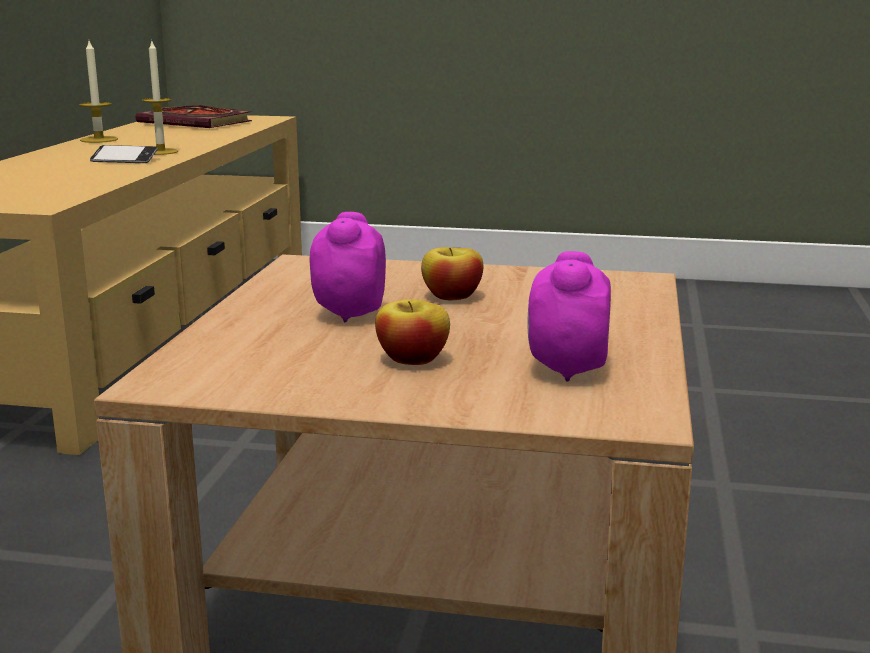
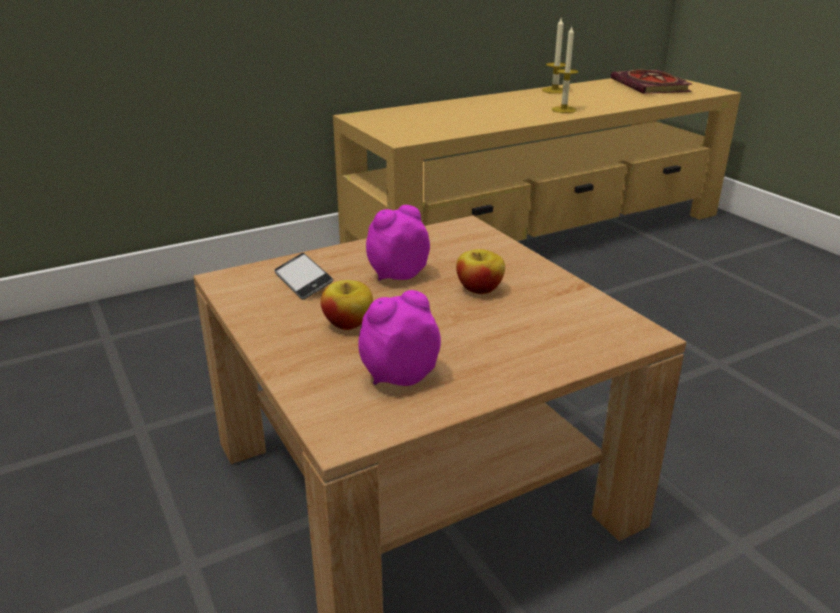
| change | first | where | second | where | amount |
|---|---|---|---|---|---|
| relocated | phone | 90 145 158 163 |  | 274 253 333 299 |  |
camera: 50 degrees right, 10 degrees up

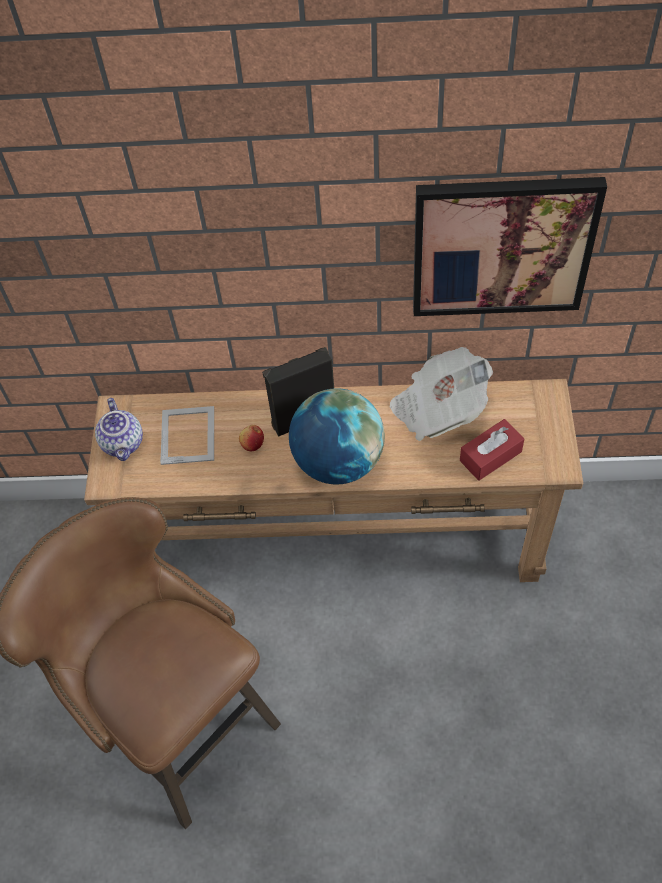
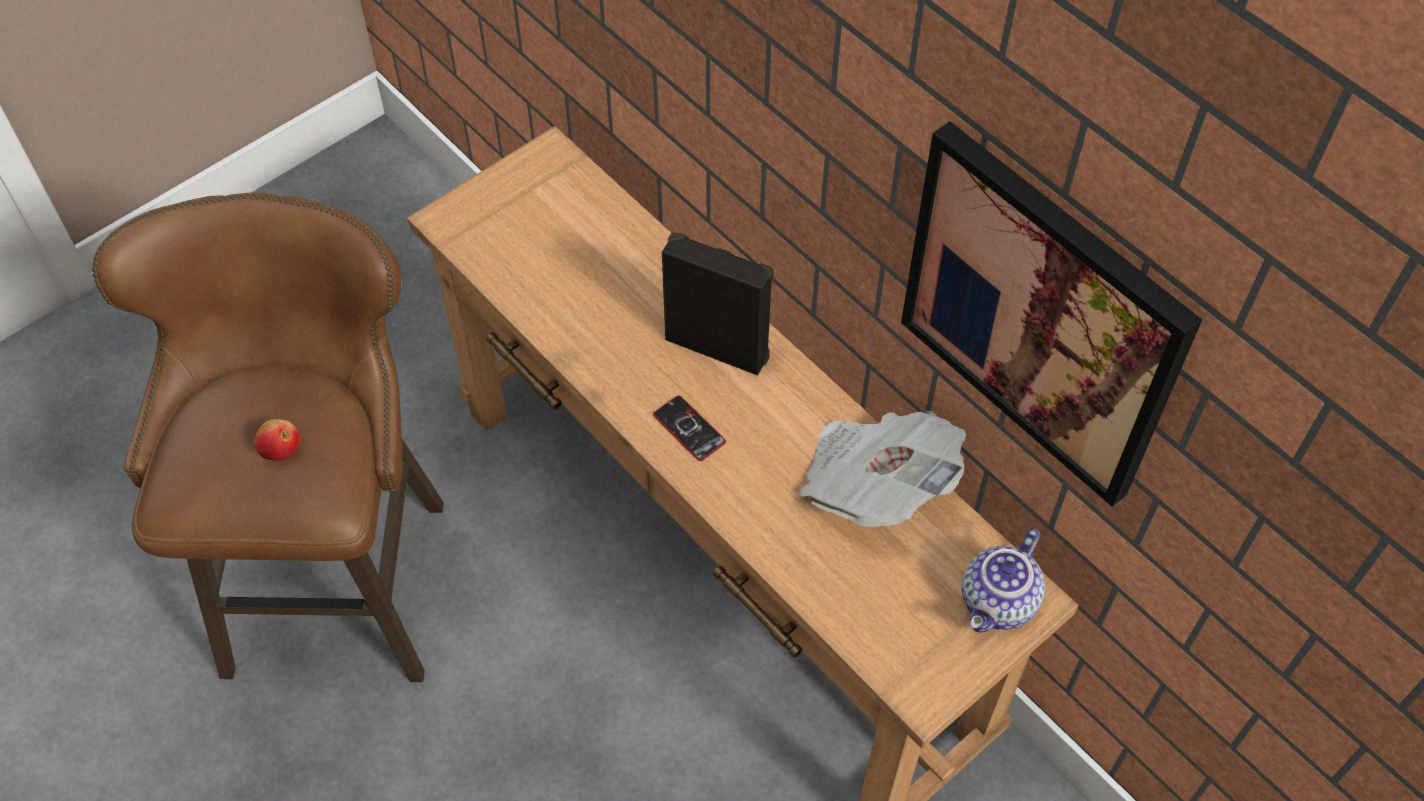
| change | first | where | second | where | amount |
|---|---|---|---|---|---|
| exchanged | world globe | 289 388 385 484 | phone | 653 396 726 461 |  |
| relocated | pot for tea | 95 398 143 461 |  | 962 529 1045 633 |  |
| missing | photo frame | 160 406 214 465 |  |  |  |
| missing | tissue holder (red) | 460 419 525 481 |  |  |  |
| relocated | apple fruit | 239 425 264 451 |  | 254 419 300 460 |  |
camera: 45 degrees right, 0 degrees up

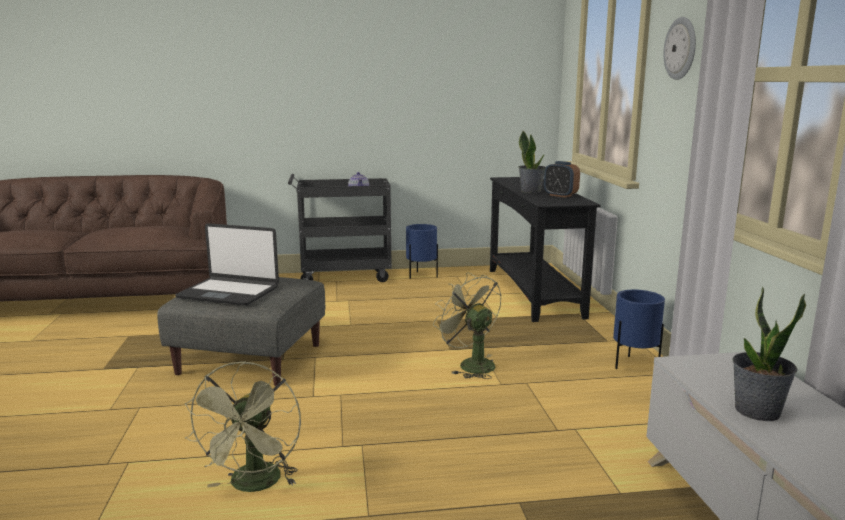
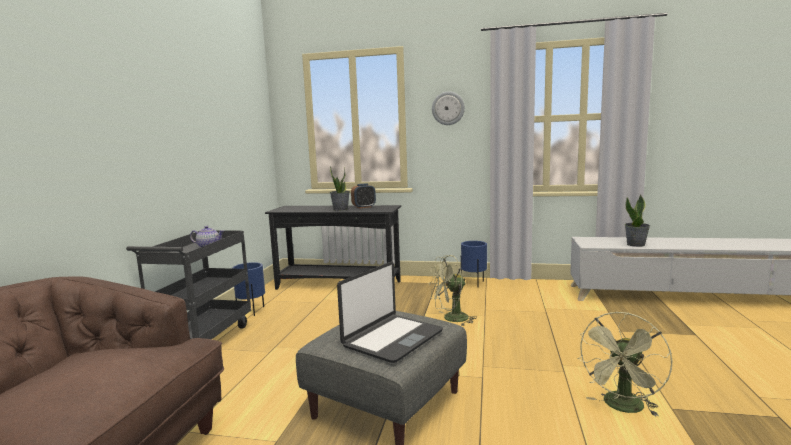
| change | first | where | second | where | amount |
|---|---|---|---|---|---|
| spun | electric fan (greenish) | 185 361 301 492 |  | 577 312 672 416 | 105 degrees clockwise |
camera: 70 degrees left, 5 degrees down

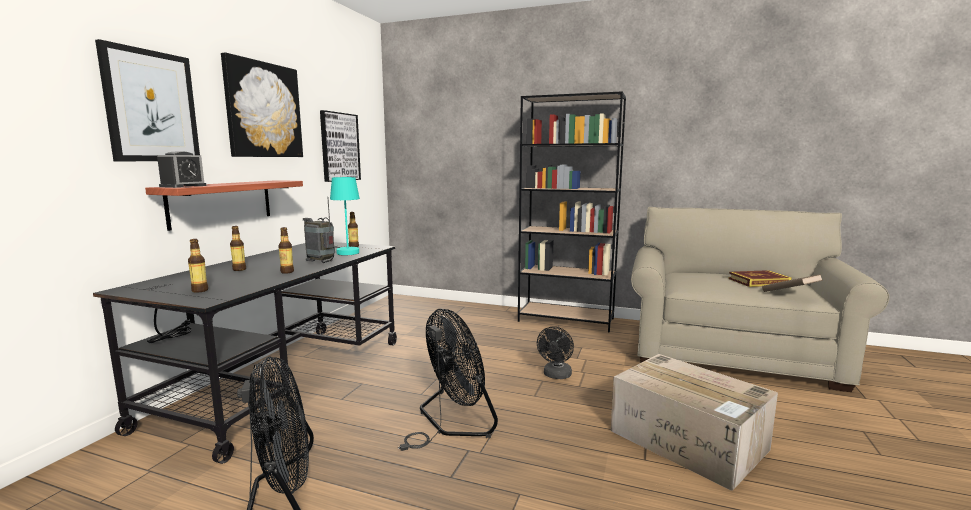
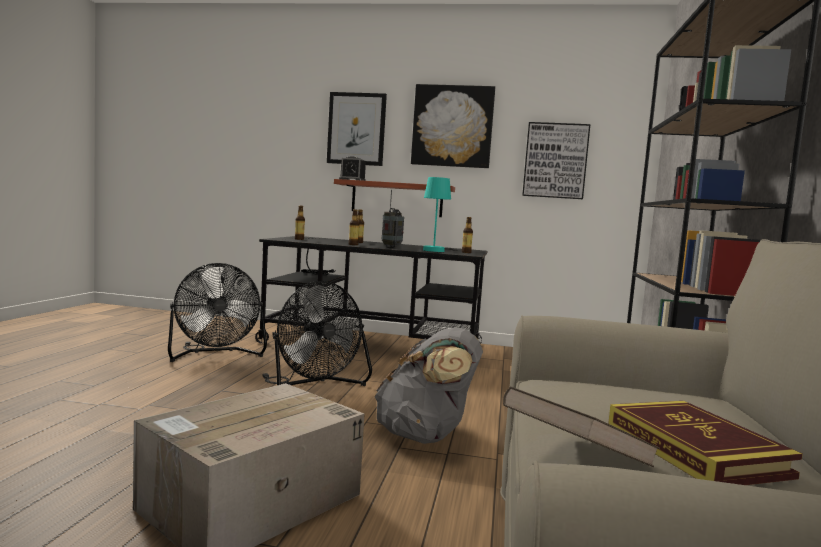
| change | first | where | second | where | amount |
|---|---|---|---|---|---|
| exchanged | electric fan (black-coloured) | 537 326 574 379 | rucksack (grey) | 374 328 483 444 |  |
camera: 80 degrees right, 5 degrees down

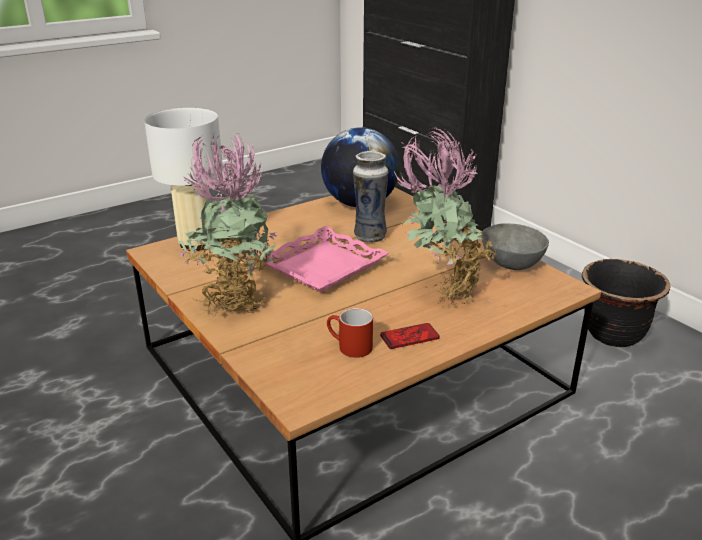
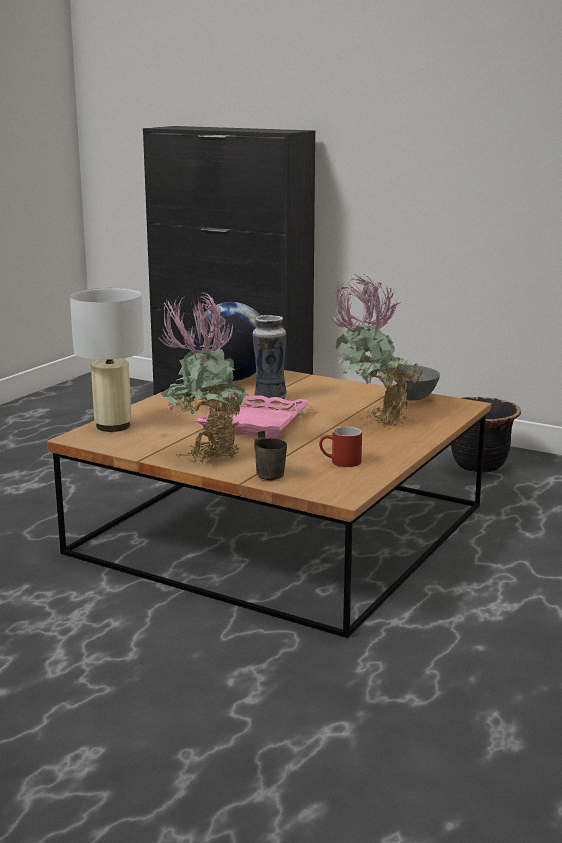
| change | first | where | second | where | amount |
|---|---|---|---|---|---|
| missing | phone | 380 323 440 349 |  |  |  |
| appeared |  |  | tea mug (grey) | 254 431 287 480 |  |
camera: 25 degrees left, 10 degrees down

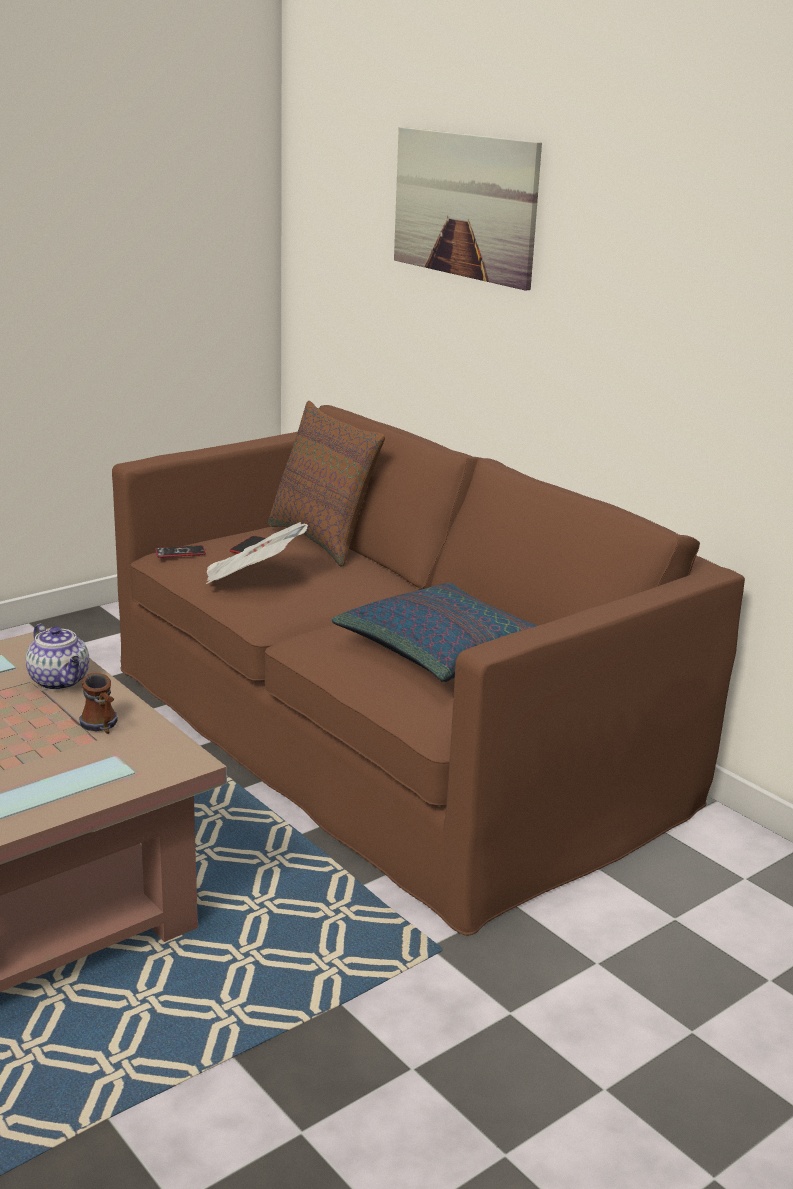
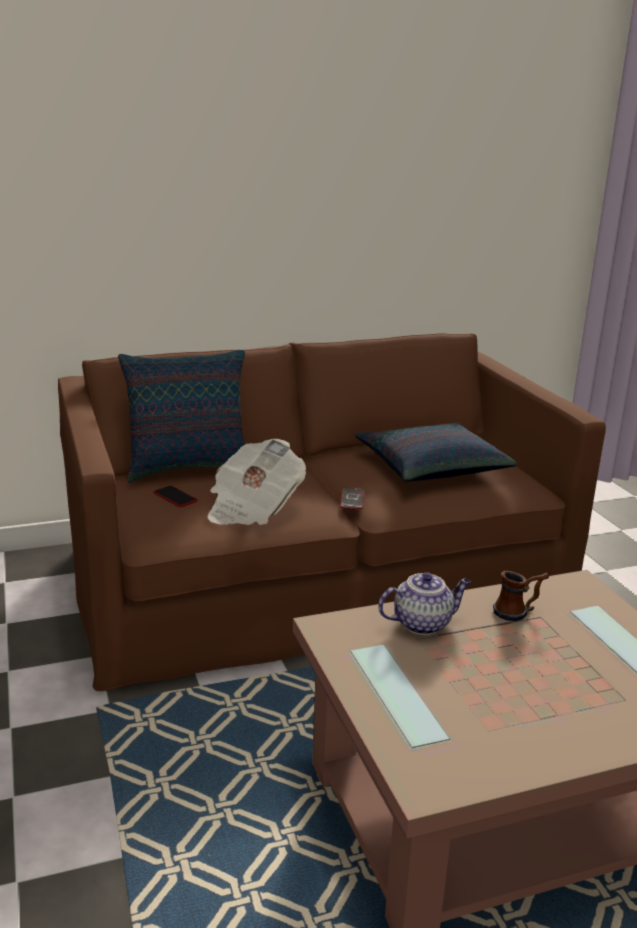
| change | first | where | second | where | amount |
|---|---|---|---|---|---|
| missing | wall picture | 394 127 542 291 |  |  |  |
| colour | pillow (brownish) | 268 401 385 566 | pillow (blue-coloured) | 118 350 245 483 |  |
| relocated | phone | 155 545 206 557 |  | 340 488 364 509 |  |
camera: 70 degrees left, 0 degrees up

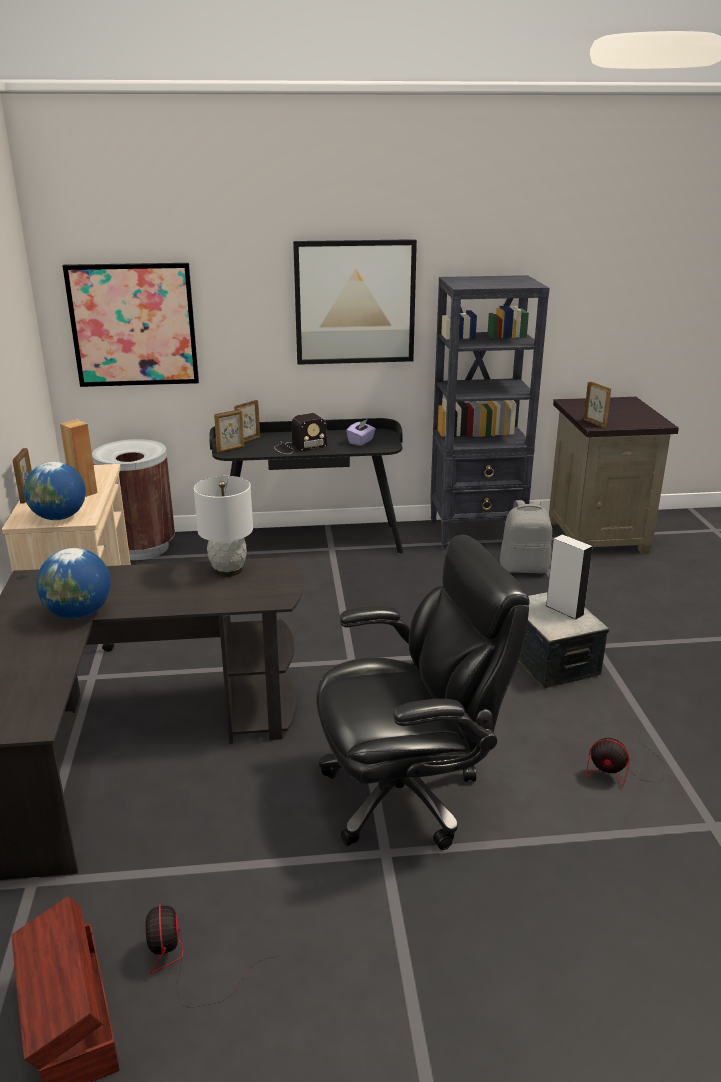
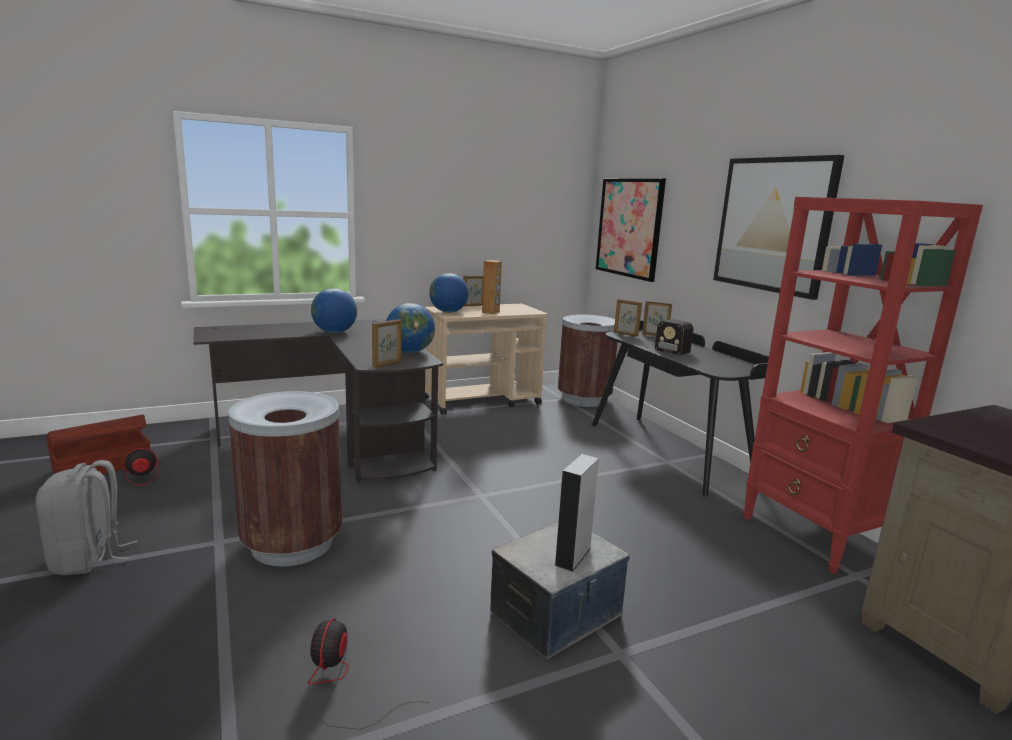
| change | first | where | second | where | amount |
|---|---|---|---|---|---|
| colour | bookcase (black-coloured) | 430 275 550 549 | bookcase (red) | 743 197 983 574 |  |
| relocated | photo frame | 584 381 611 428 |  | 372 319 401 368 |  |
| missing | tissue holder (purplish) | 346 419 376 446 |  |  |  |
| exchanged | lamp for a table (white-coloured) | 194 476 253 577 | world globe | 386 303 435 353 |  |
| relocated | rucksack (grey) | 500 500 552 573 |  | 36 460 137 575 |  |
| exchanged | desk chair (black-coloured) | 316 535 529 850 | rubbish bin (brownish) | 228 391 342 566 |  |
camera: 70 degrees right, 10 degrees down

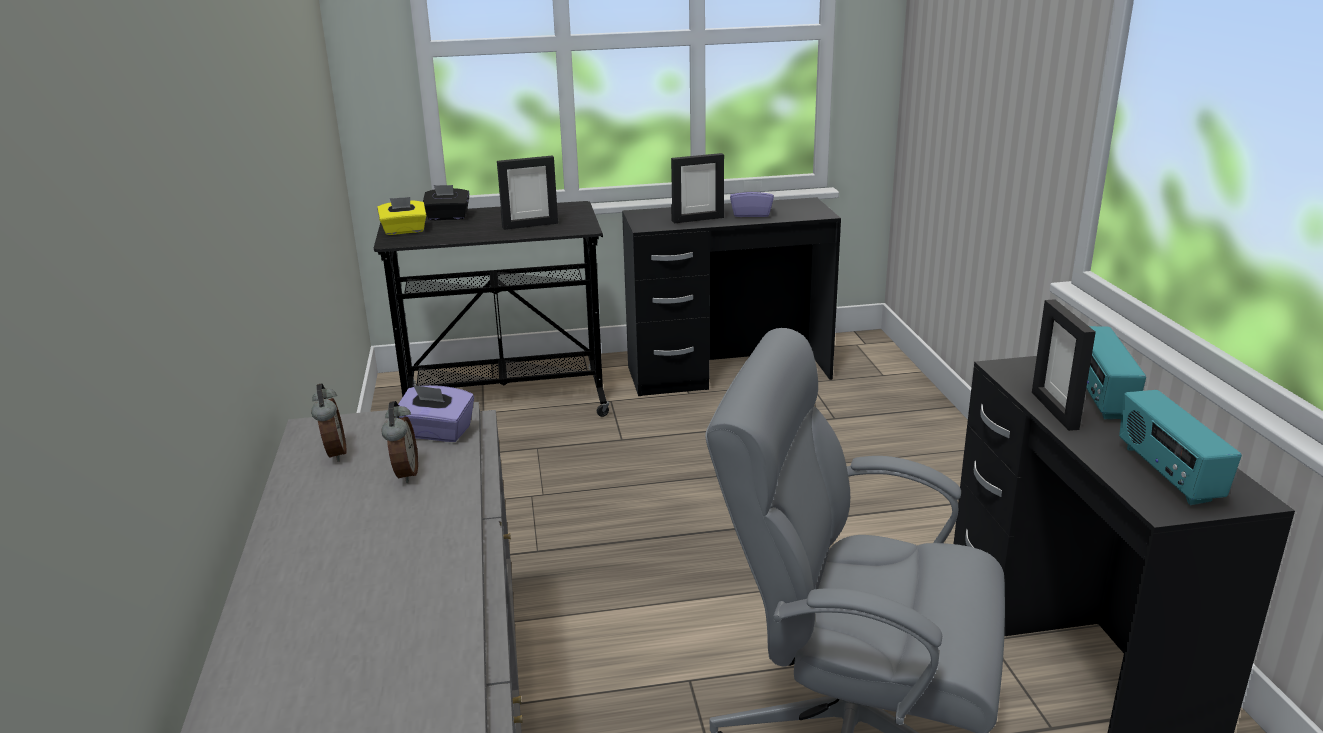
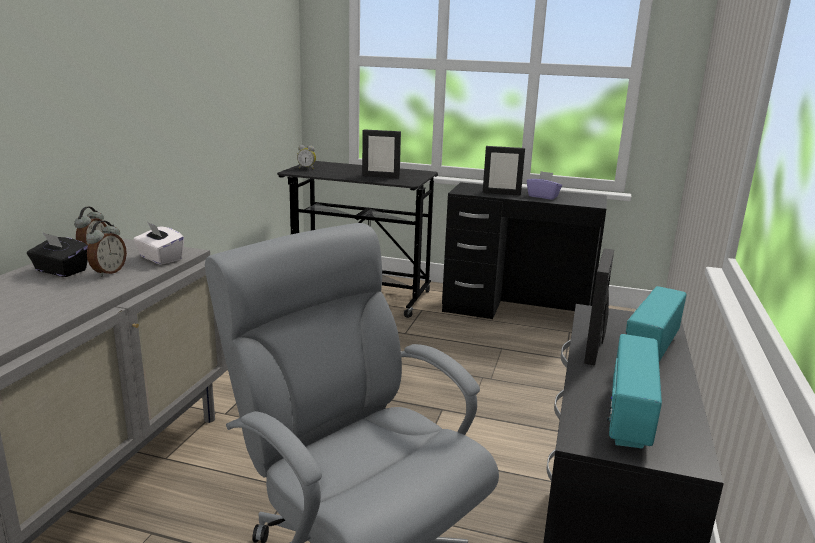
| change | first | where | second | where | amount |
|---|---|---|---|---|---|
| relocated | tissue holder (black-coloured) | 423 185 470 220 |  | 27 233 88 277 |  |
| exchanged | tissue holder (yellow-coloured) | 377 197 426 235 | table clock | 297 145 316 169 |  |
| colour | tissue holder (purplish) | 396 385 474 442 | tissue holder (white-coloured) | 133 221 184 265 |  |
camera: 25 degrees right, 5 degrees down

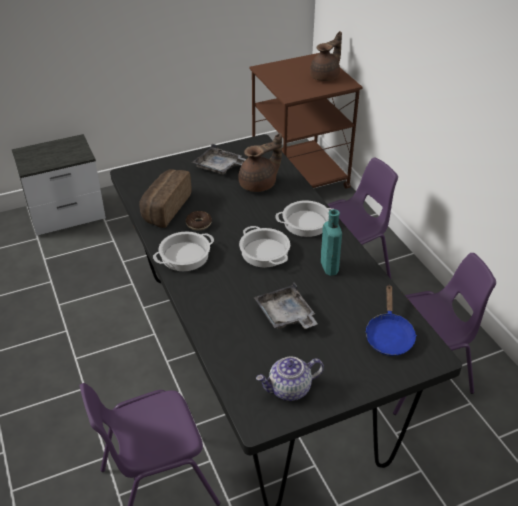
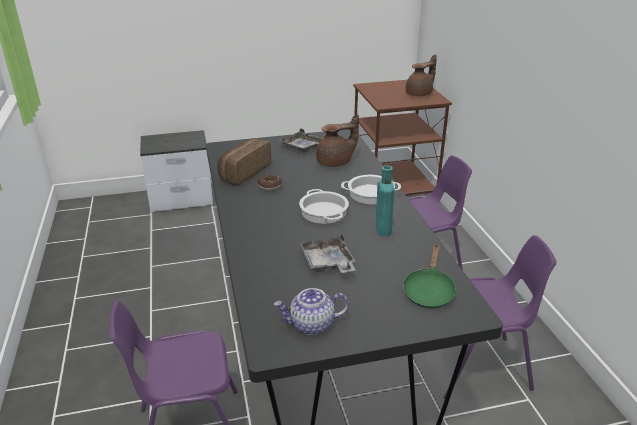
| change | first | where | second | where | amount |
|---|---|---|---|---|---|
| missing | saucepot | 153 232 214 271 |  |  |  |
| colour | frying pan (blue-coloured) | 365 286 417 356 | frying pan (greenish) | 403 244 457 309 |  |
camera: 10 degrees right, 10 degrees down

